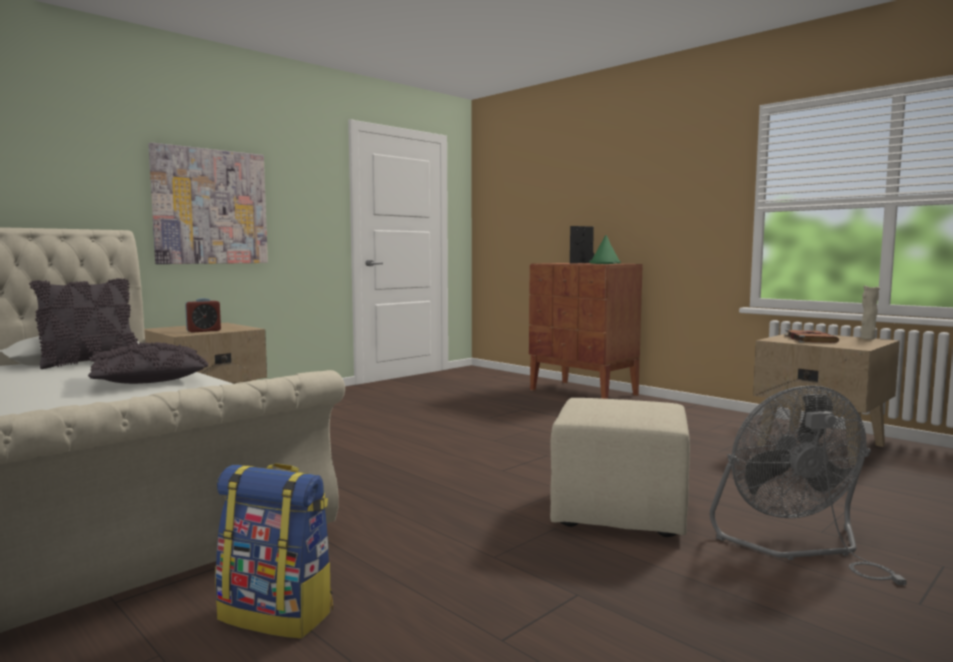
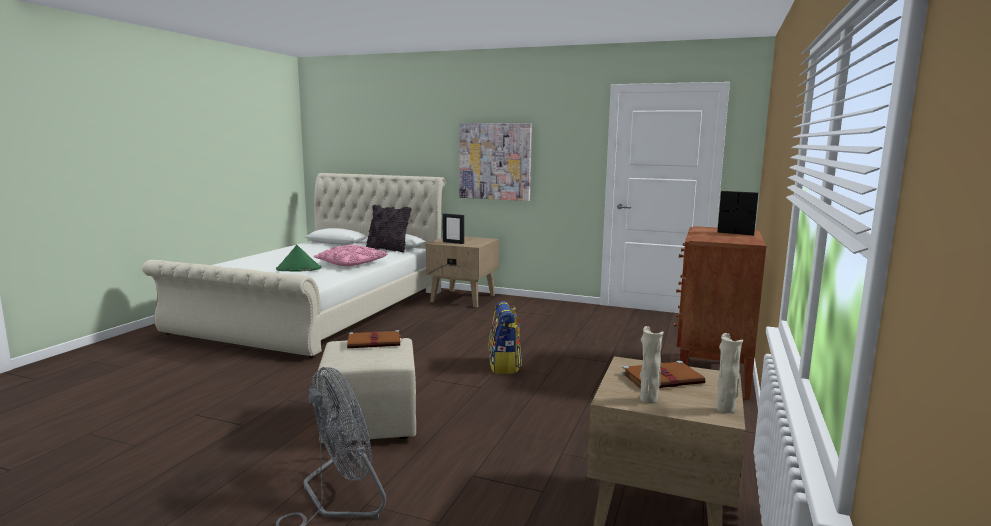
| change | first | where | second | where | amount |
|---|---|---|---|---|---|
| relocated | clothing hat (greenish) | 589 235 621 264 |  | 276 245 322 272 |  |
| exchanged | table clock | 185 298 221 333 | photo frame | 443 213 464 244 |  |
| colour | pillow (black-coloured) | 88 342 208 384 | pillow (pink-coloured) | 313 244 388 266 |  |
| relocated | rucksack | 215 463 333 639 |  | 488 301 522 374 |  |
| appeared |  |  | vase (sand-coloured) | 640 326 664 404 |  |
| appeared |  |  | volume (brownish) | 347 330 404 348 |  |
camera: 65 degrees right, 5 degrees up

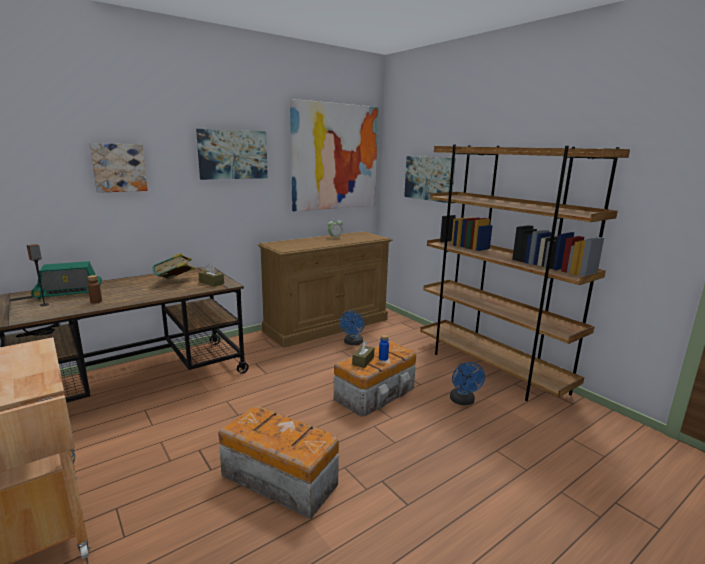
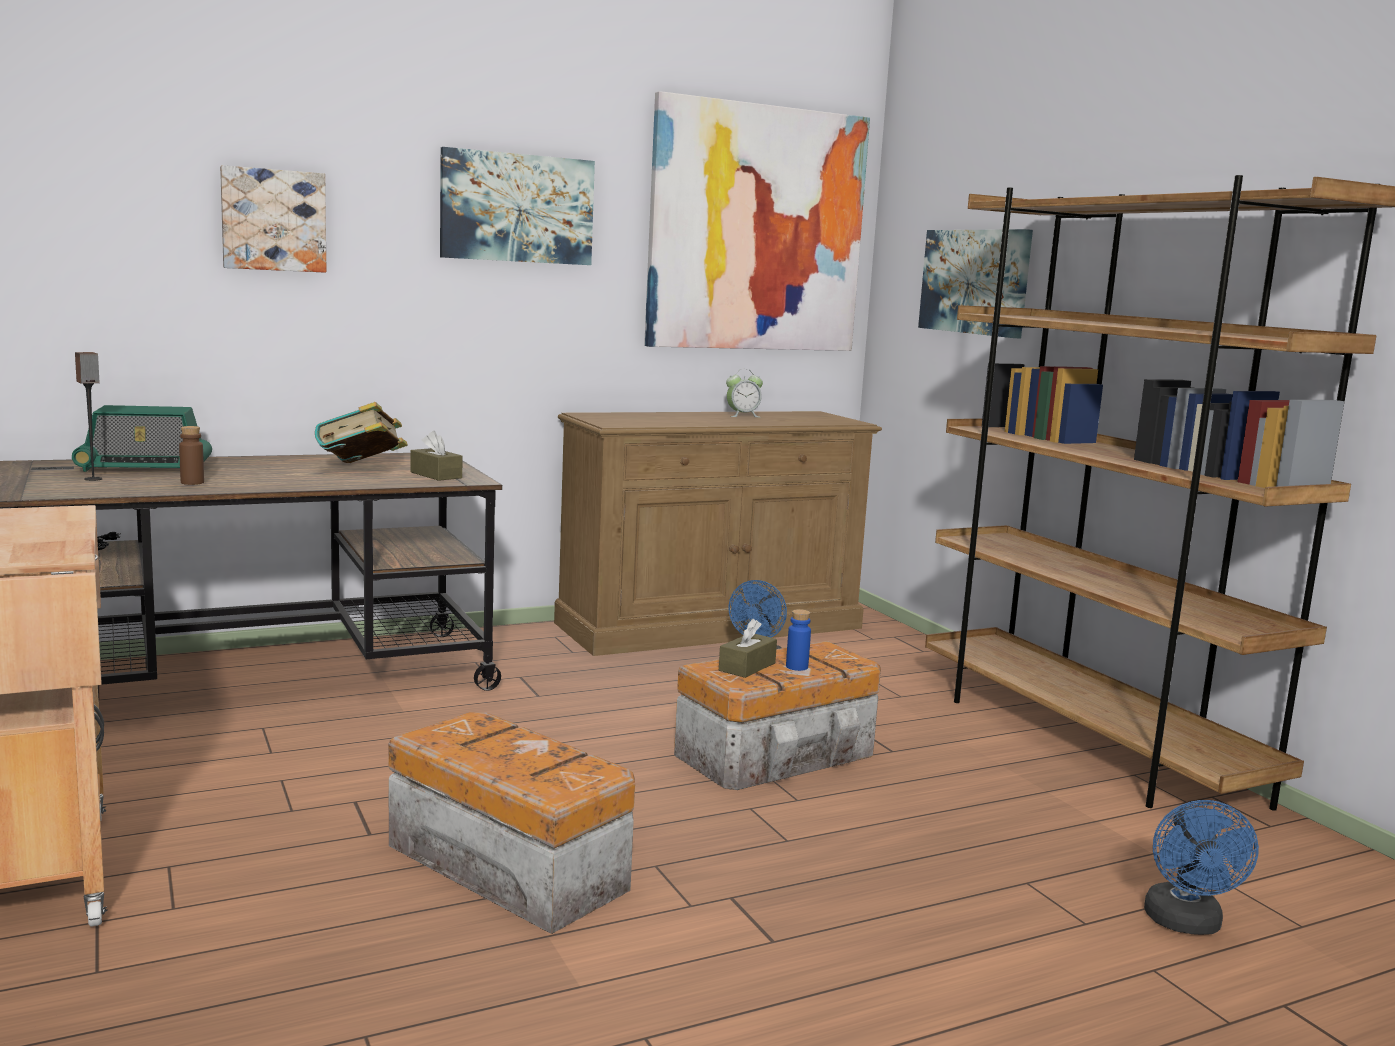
| change | first | where | second | where | amount |
|---|---|---|---|---|---|
| relocated | electric fan (blue-coloured) | 450 362 485 405 |  | 1144 800 1259 935 |  |
camera: 10 degrees right, 5 degrees down

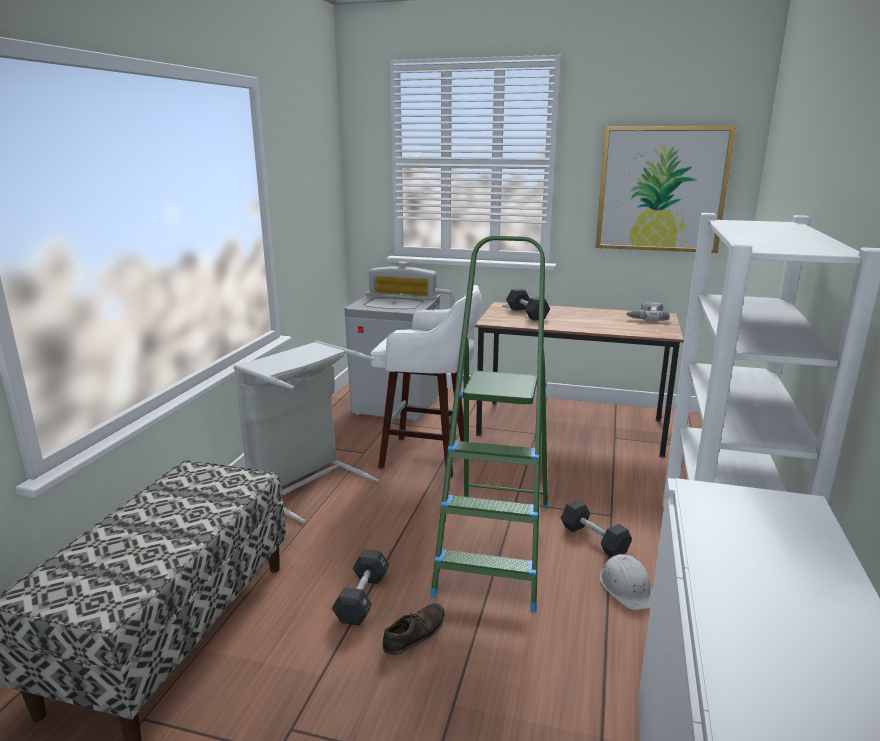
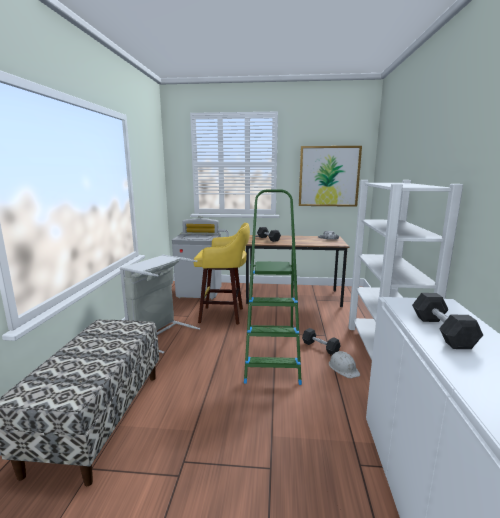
| change | first | where | second | where | amount |
|---|---|---|---|---|---|
| colour | stool seat (white-coloured) | 371 285 482 477 | stool seat (yellow-coloured) | 194 223 250 324 |  |
| relocated | hand weight (black-coloured) | 332 549 389 626 |  | 412 293 483 349 |  |
| missing | low shoe (brownish) | 382 603 445 655 |  |  |  |
camera: 10 degrees left, 5 degrees down

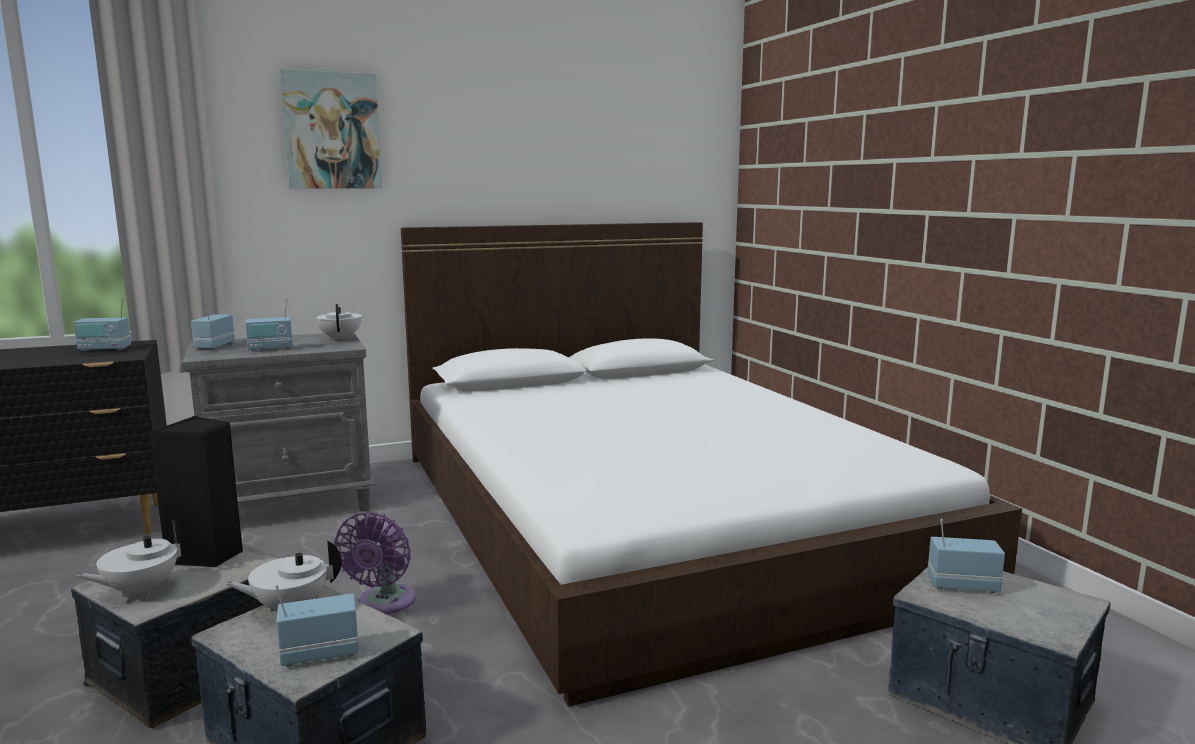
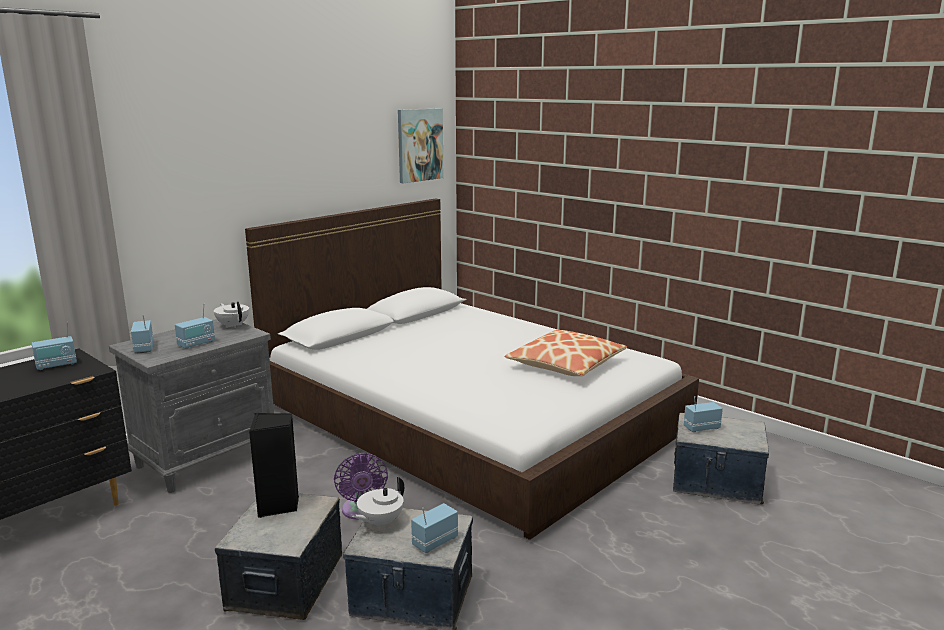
| change | first | where | second | where | amount |
|---|---|---|---|---|---|
| relocated | wall picture | 280 69 382 189 |  | 398 108 443 183 |  |
| missing | pot for tea (white-coloured) | 76 520 188 598 |  |  |  |
| appeared |  |  | pillow | 505 330 627 376 |  |
camera: 25 degrees left, 5 degrees up

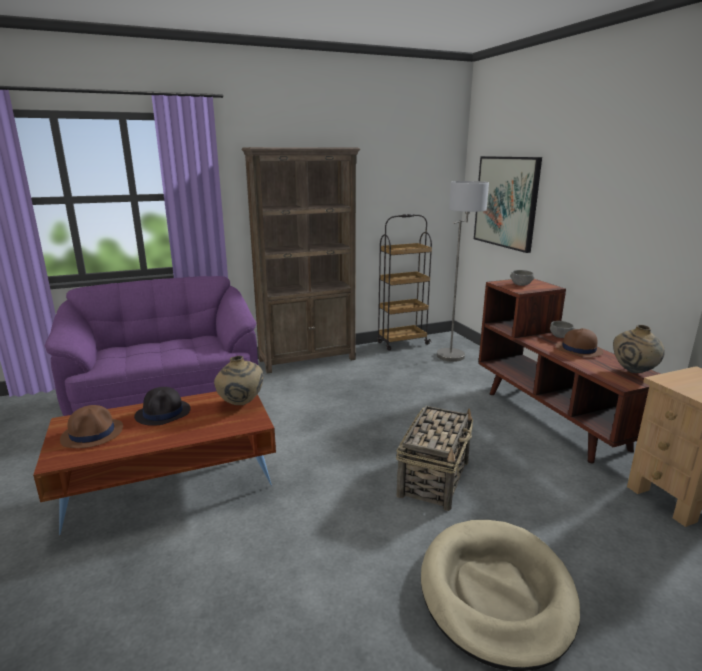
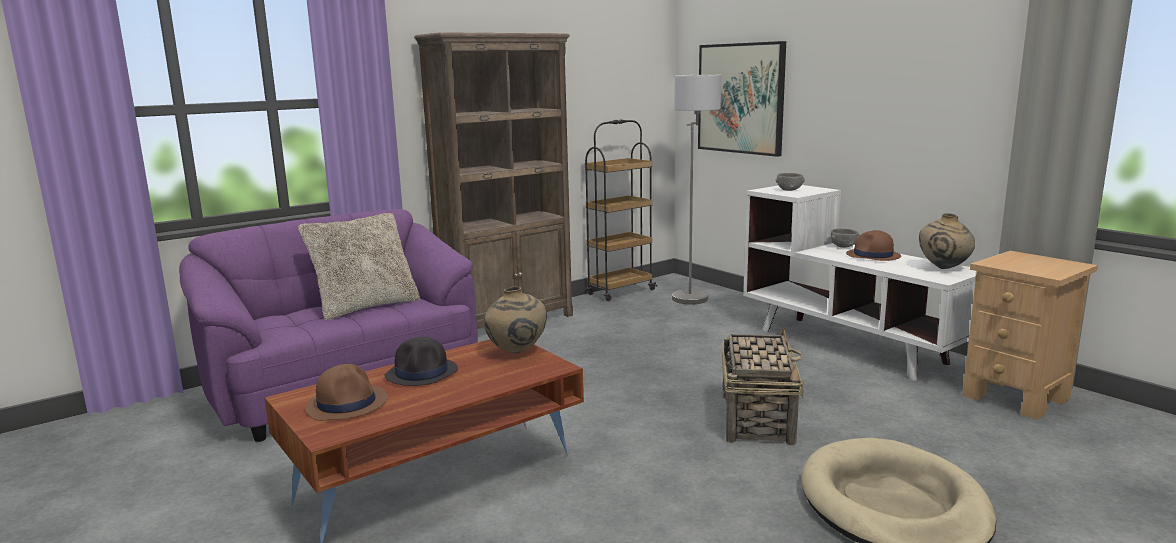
| change | first | where | second | where | amount |
|---|---|---|---|---|---|
| colour | tv stand (brownish) | 478 279 660 464 | tv stand (white-coloured) | 743 185 977 381 |  |
| appeared |  |  | pillow (sand-coloured) | 298 213 420 320 |  |
camera: 15 degrees left, 5 degrees down

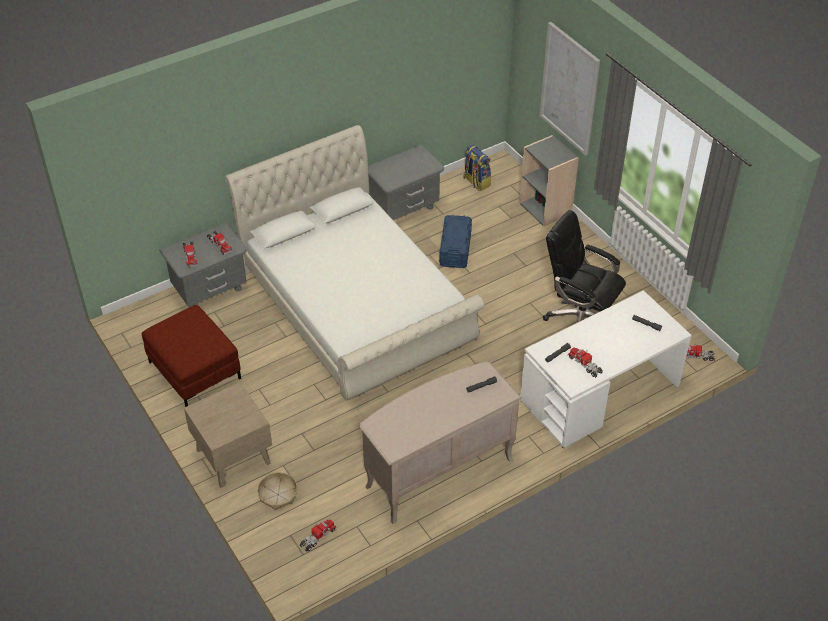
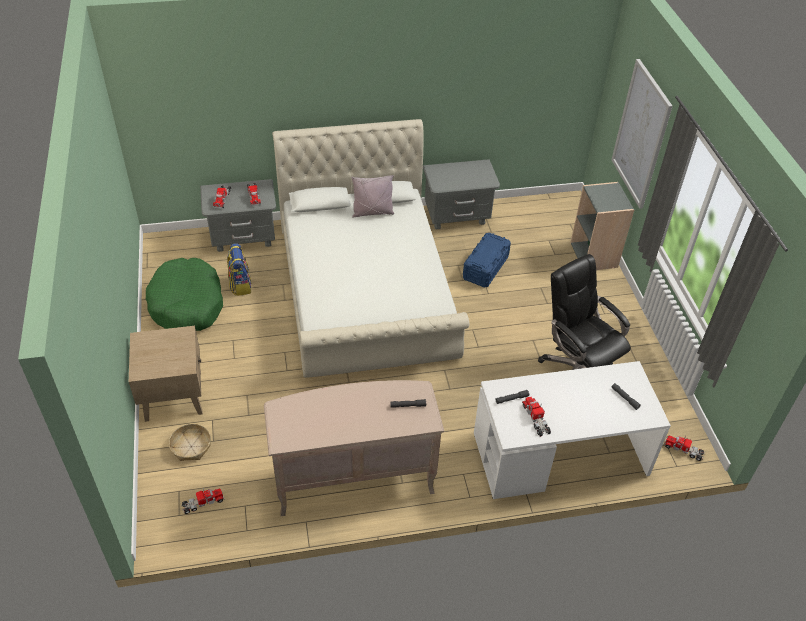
| change | first | where | second | where | amount |
|---|---|---|---|---|---|
| relocated | rucksack | 463 144 491 191 |  | 227 243 252 296 |  |
| exchanged | ottoman (red) | 142 305 241 407 | pet bed (greenish) | 146 258 223 331 |  |
| appeared |  |  | pillow (purplish) | 352 175 394 217 |  |
camera: 20 degrees right, 0 degrees up

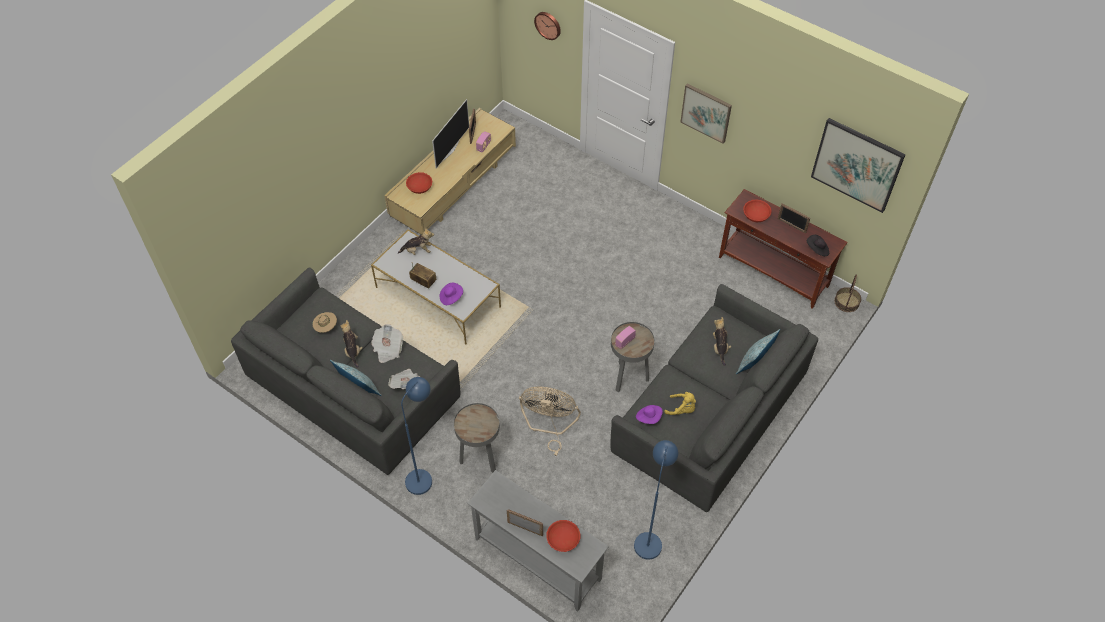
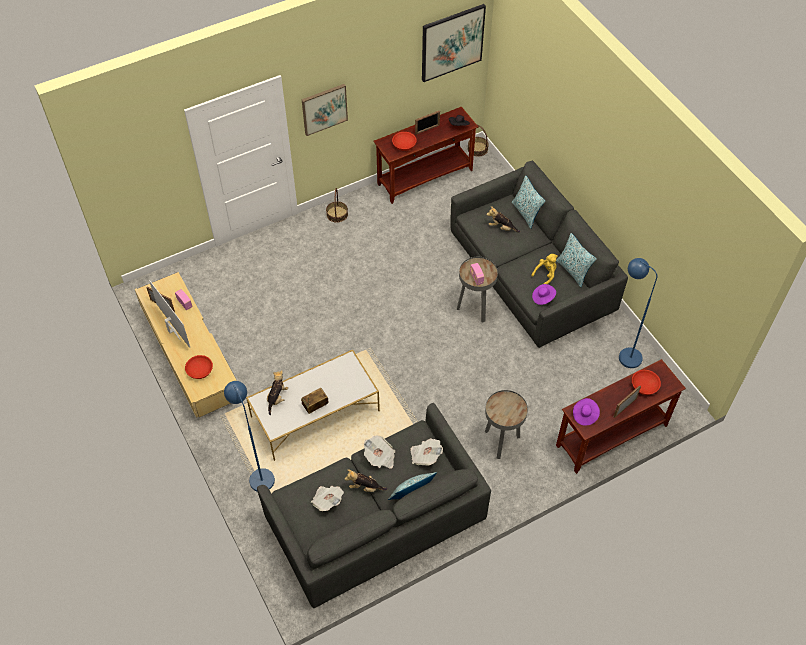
| change | first | where | second | where | amount |
|---|---|---|---|---|---|
| missing | hanging clock | 534 12 561 40 |  |  |  |
| relocated | clothing hat (purplish) | 440 283 463 305 |  | 573 398 600 425 |  |
| exchanged | clothing hat (sand-coloured) | 312 312 337 333 | newspaper | 311 486 344 511 |  |
| relocated | floor lamp (blue-coloured) | 401 377 432 495 |  | 224 381 275 492 |  |
| missing | electric fan (sand-coloured) | 519 387 581 456 |  |  |  |
| colour | narrow table (grey) | 467 470 609 612 | narrow table (brownish) | 556 359 686 474 |  |
| appeared |  |  | storage basket | 326 188 348 223 |  |
| appeared |  |  | pillow | 556 233 597 287 |  |
camera: 65 degrees left, 0 degrees up

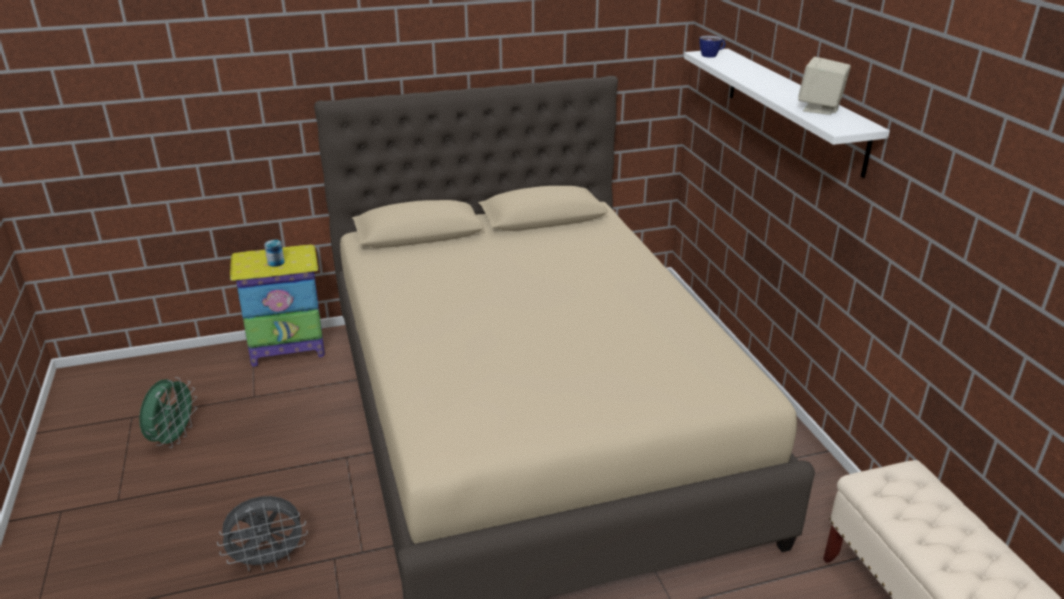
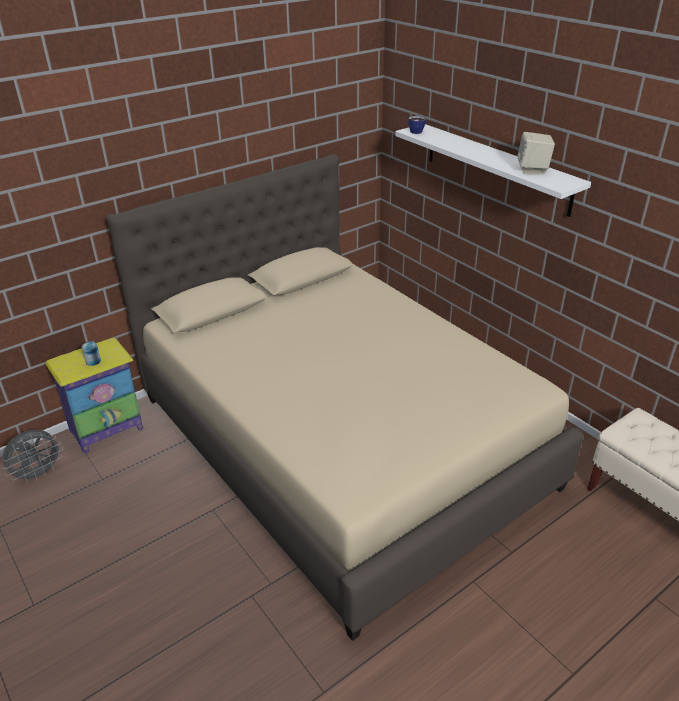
| change | first | where | second | where | amount |
|---|---|---|---|---|---|
| missing | electric fan (greenish) | 139 377 197 448 |  |  |  |
| relocated | electric fan (grey) | 217 496 308 571 |  | 2 430 63 483 |  |
camera: 20 degrees left, 5 degrees up

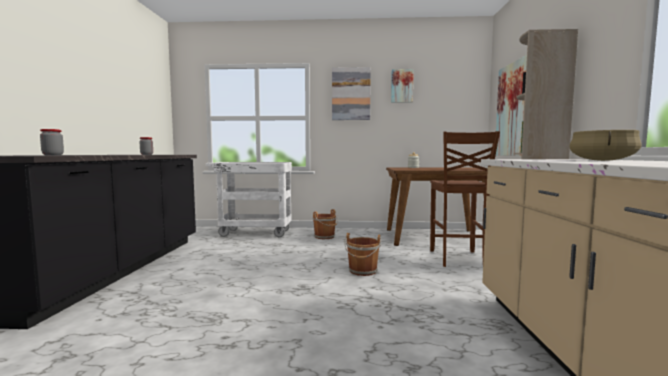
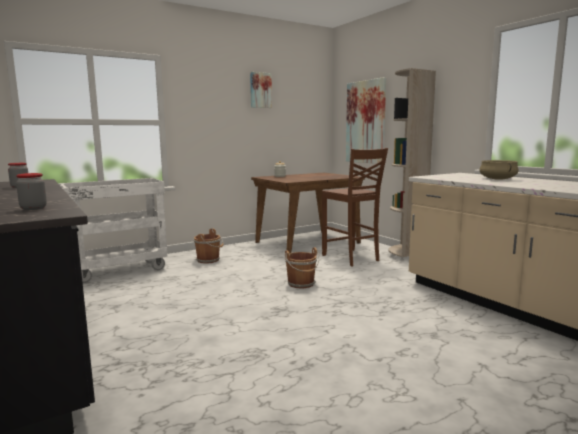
| change | first | where | second | where | amount |
|---|---|---|---|---|---|
| missing | wall picture | 332 67 371 120 |  |  |  |
camera: 35 degrees left, 5 degrees up

